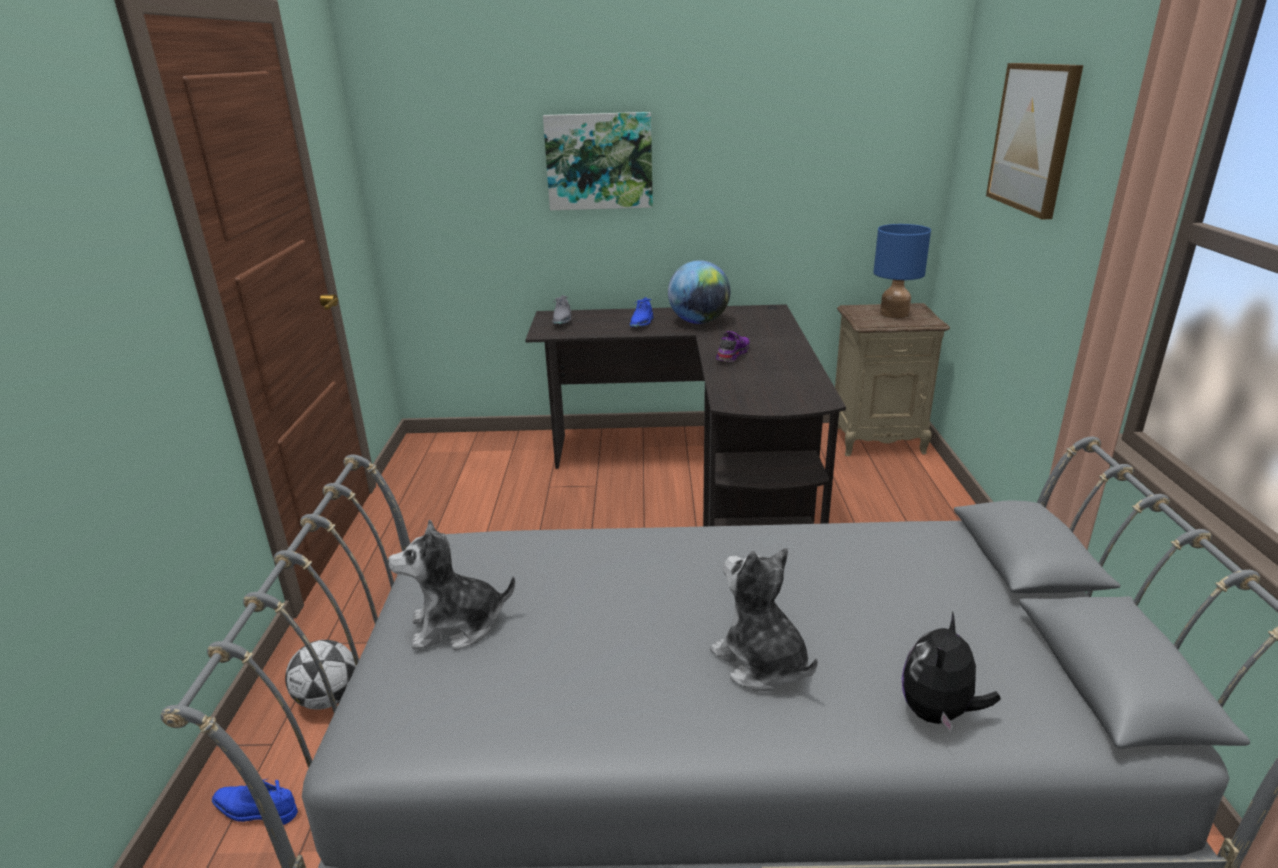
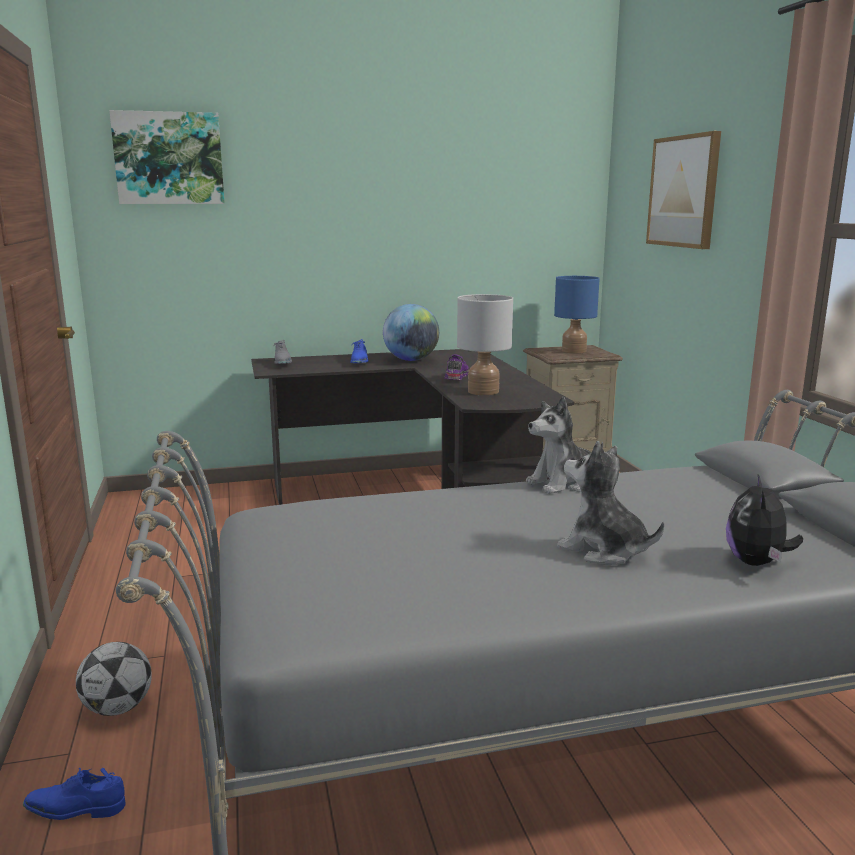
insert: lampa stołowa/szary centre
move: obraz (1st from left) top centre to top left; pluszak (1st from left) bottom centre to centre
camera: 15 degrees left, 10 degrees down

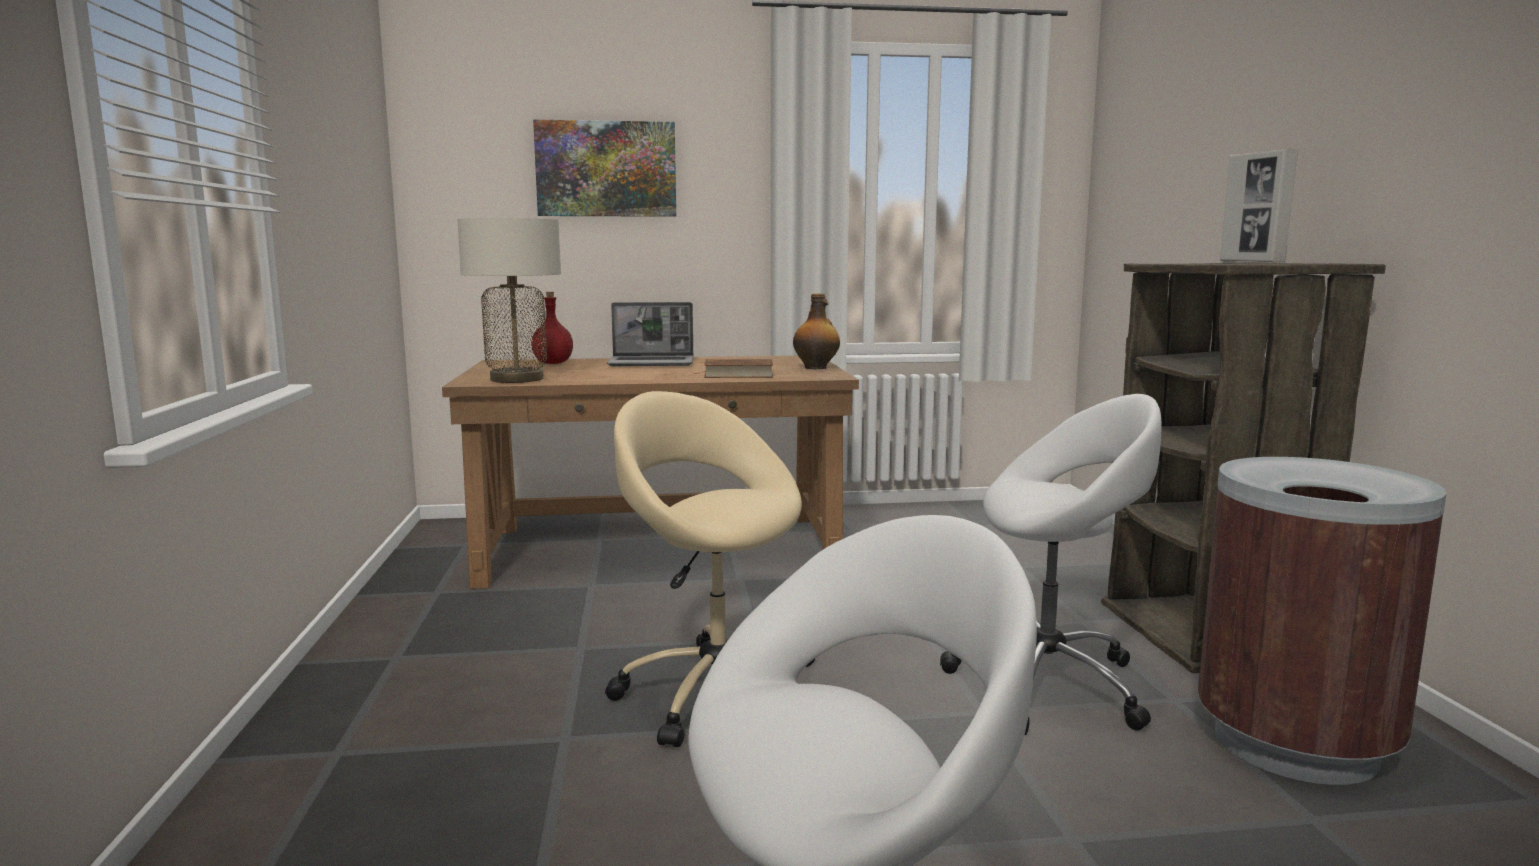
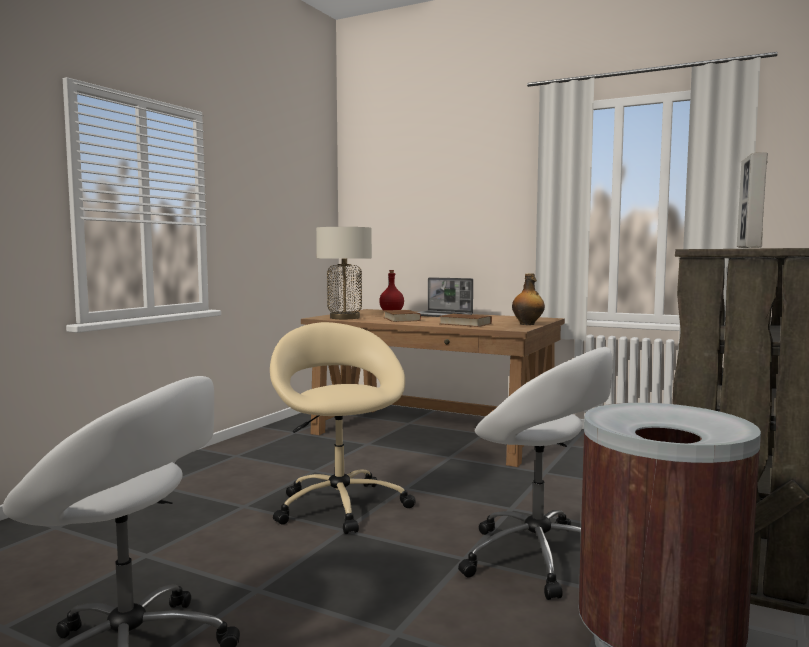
delete: obraz top centre
insert: książka/brązowy (1st from left) centre
camera: 35 degrees right, 5 degrees down

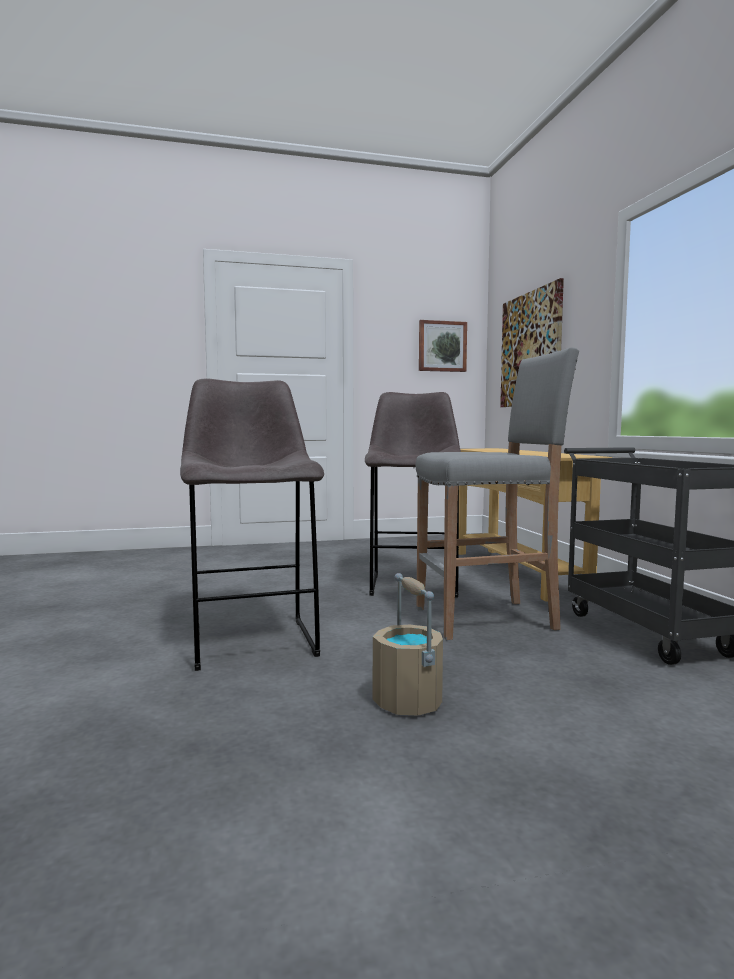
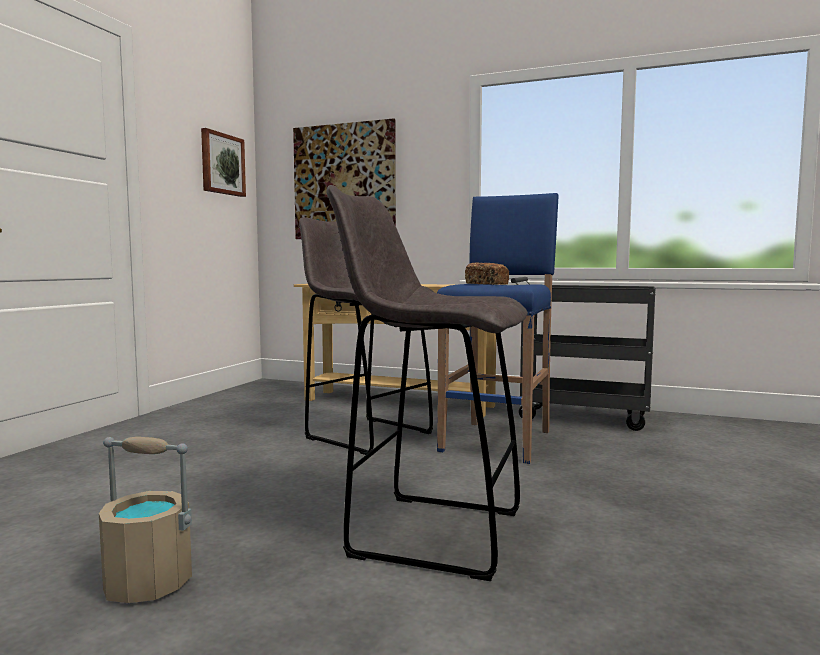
insert: chleb centre
move: wiadro/beżowy centre to bottom left
recolor: stołek/szary (3rd from left) middle right to stołek/niebieski centre
camera: 55 degrees left, 0 degrees up

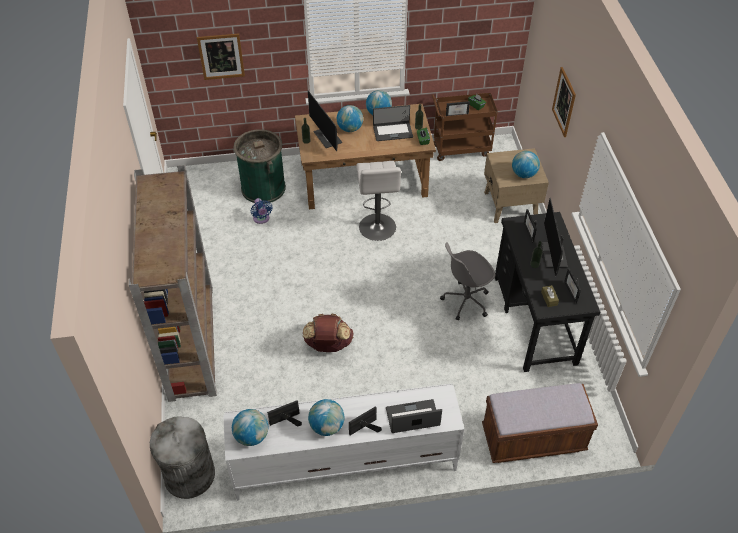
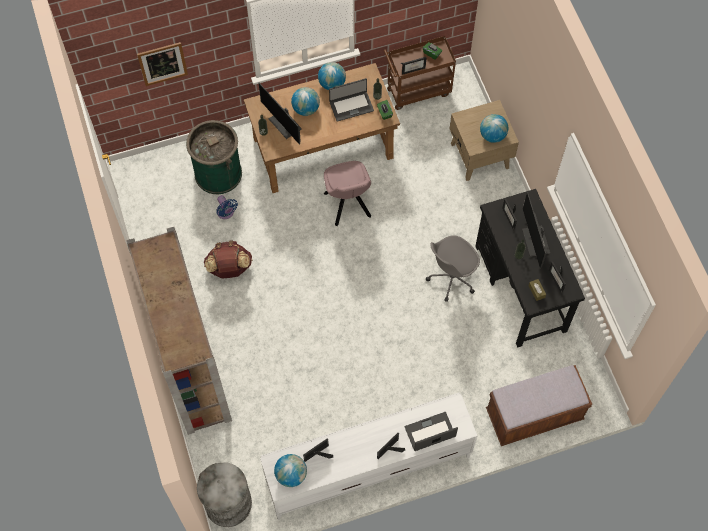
delete: obraz (2nd from left) top right; globus (2nd from left) bottom centre
move: plecak/brązowy centre to middle left
replace: stołek/biały centre to krzesło/różowy centre
camera: 10 degrees left, 15 degrees up

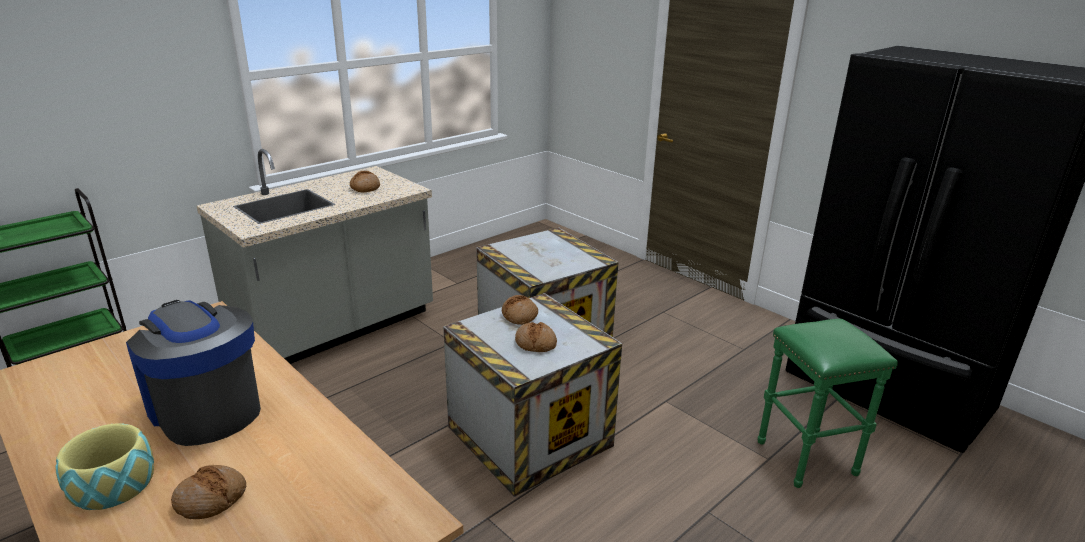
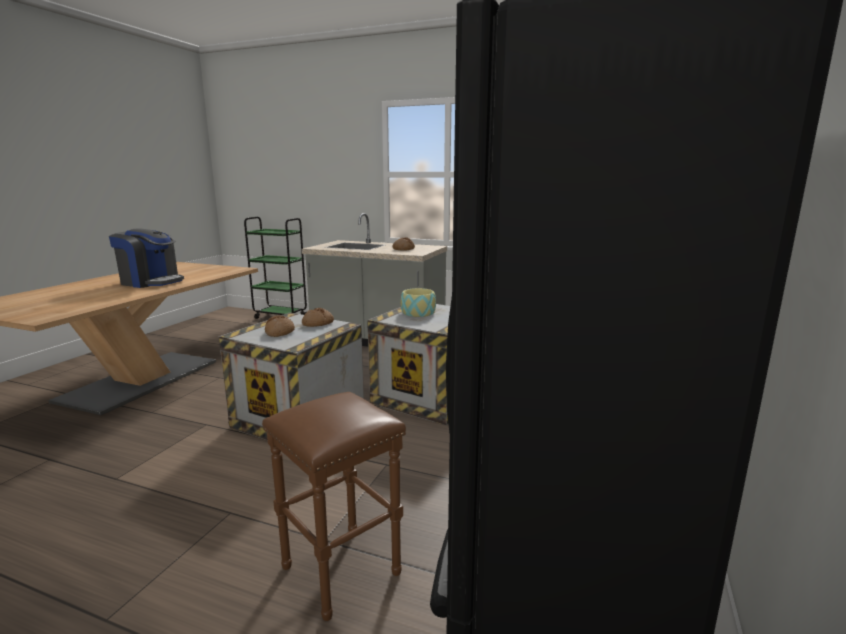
delete: chleb (1st from left) bottom left
move: miska bottom left to centre
recolor: stołek/zielony bottom right to stołek/brązowy bottom centre
rotate: ekspres do kawy bottom left = middle left 90 degrees clockwise
camera: 65 degrees right, 10 degrees down

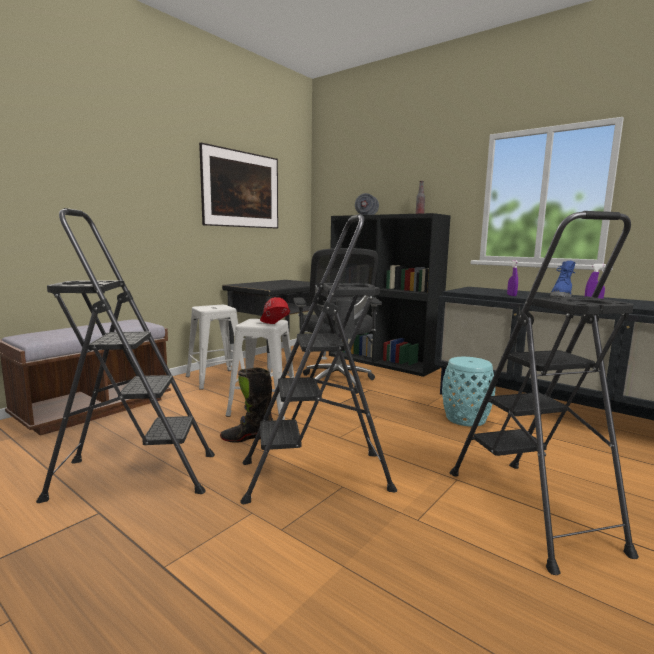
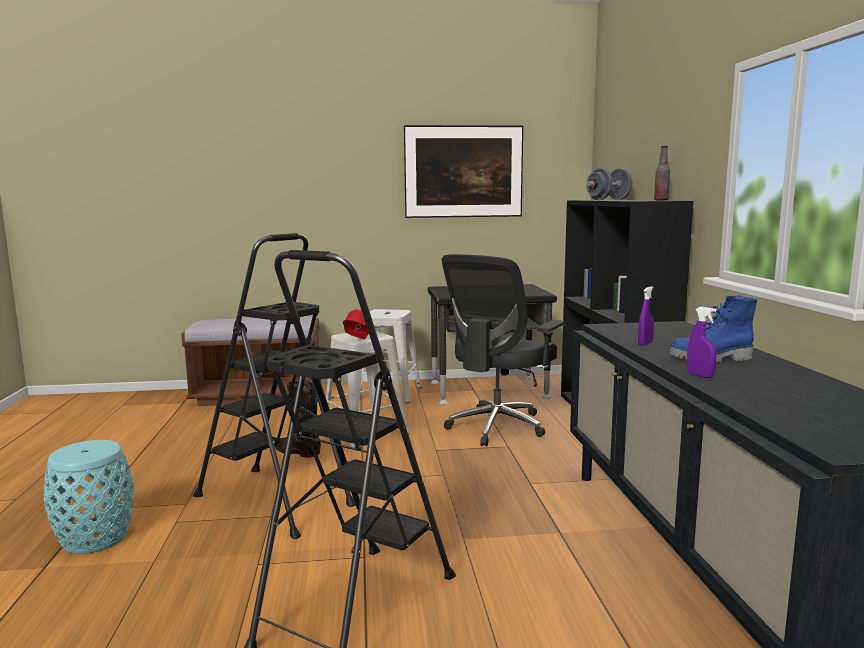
delete: drabinka (1st from left) middle left
move: stołek/turkusowy middle right to bottom left
camera: 45 degrees right, 0 degrees up

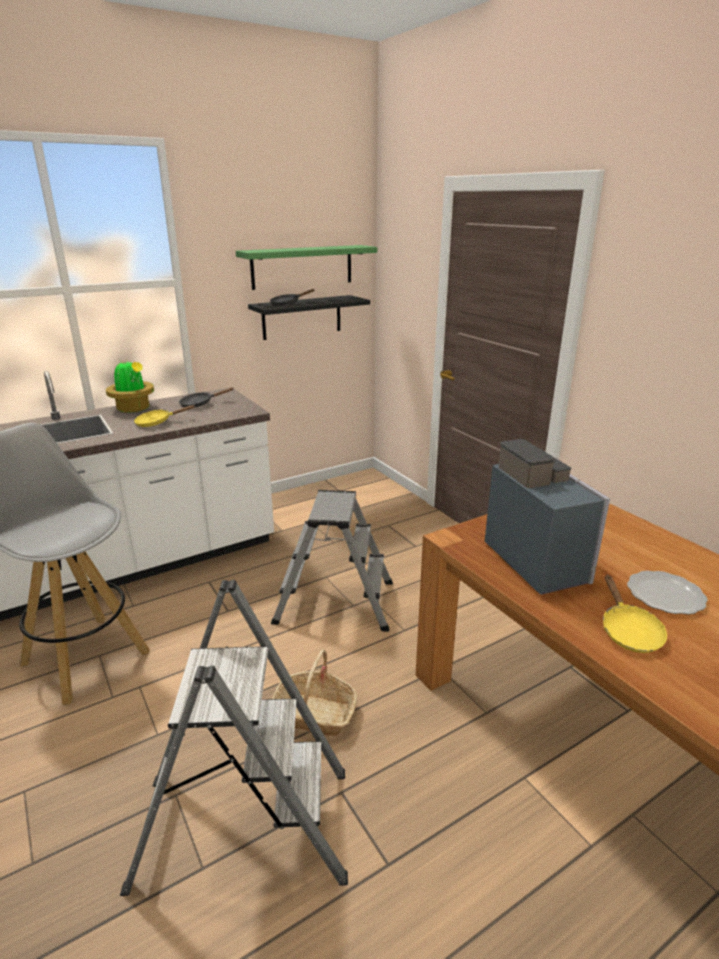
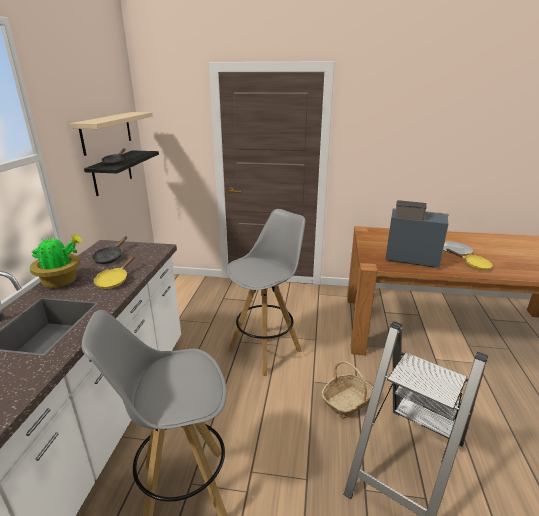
replace: drabinka/szary (2nd from left) centre to stołek/szary (2nd from left) centre
recolor: półka/zielony top centre to półka/beżowy top left
camera: 50 degrees left, 0 degrees up

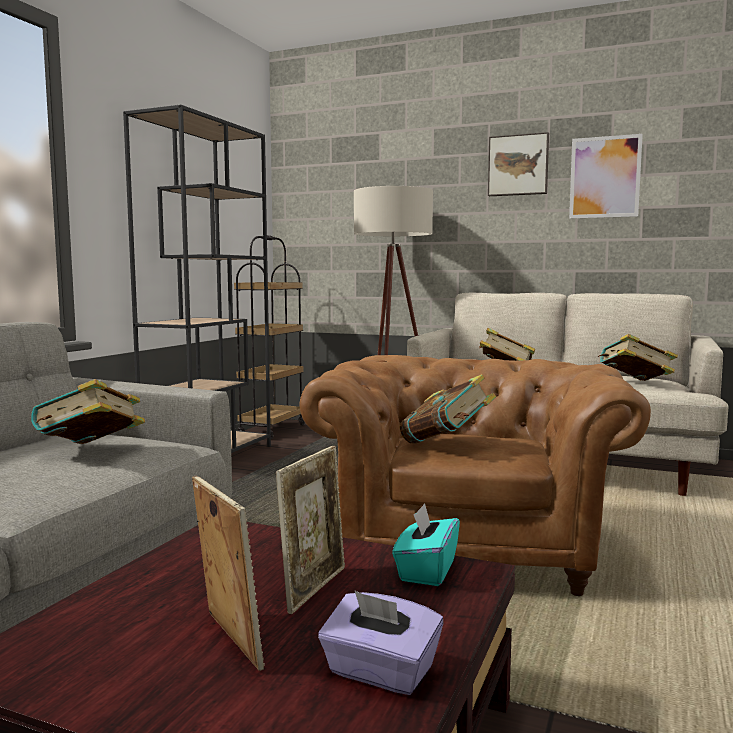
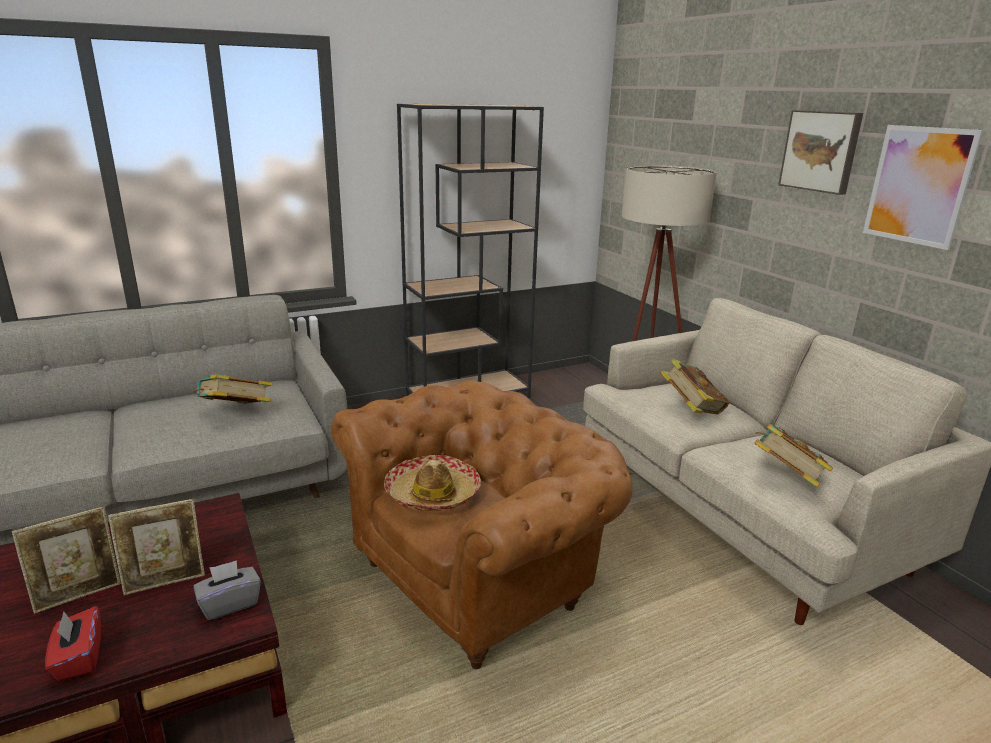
delete: wózek/brązowy centre
replace: książka (2nd from left) centre to kapelusz centre
recolor: pudełko chusteczek/turkusowy bottom centre to pudełko chusteczek/szary bottom left; pudełko chusteczek/fioletowy bottom centre to pudełko chusteczek/czerwony bottom left
rotate: ramka na zdjęcie (1st from left) bottom left = bottom left 45 degrees clockwise
camera: 40 degrees right, 15 degrees up

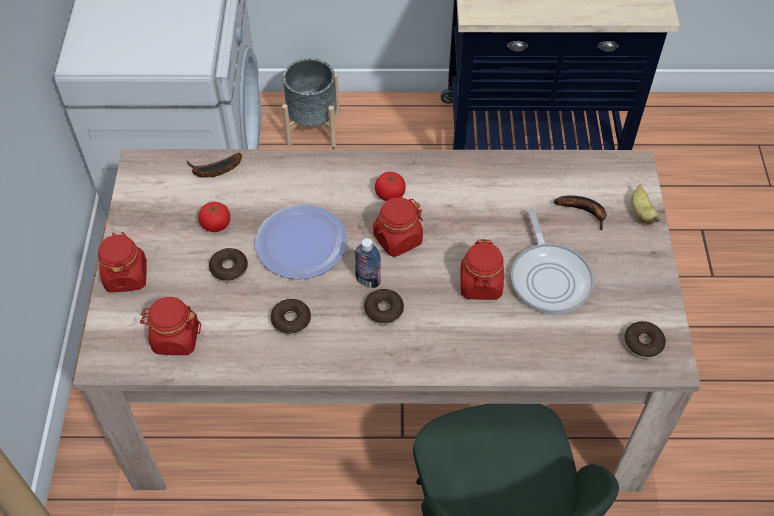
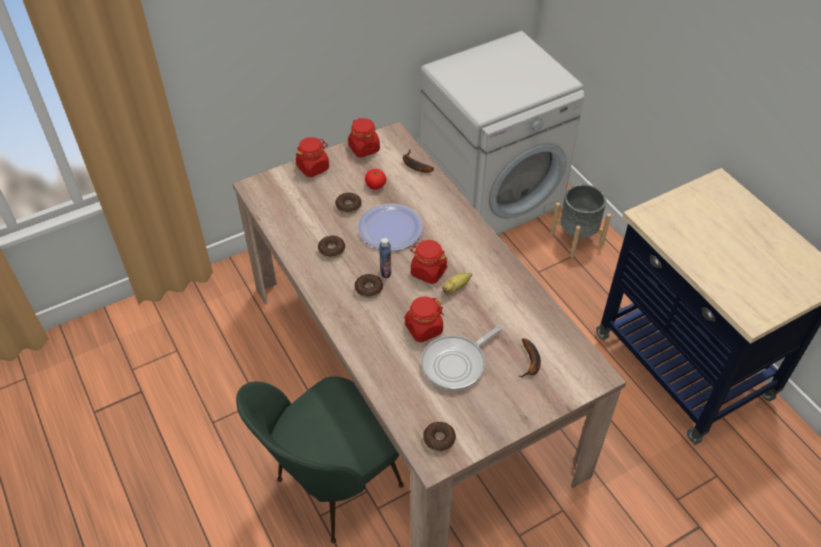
delete: pomidor (2nd from left) centre
move: banan (3rd from left in the first image) middle right to banan (2nd from left) centre; słoik/czerwony (2nd from left) middle left to top centre
camera: 60 degrees right, 5 degrees down

